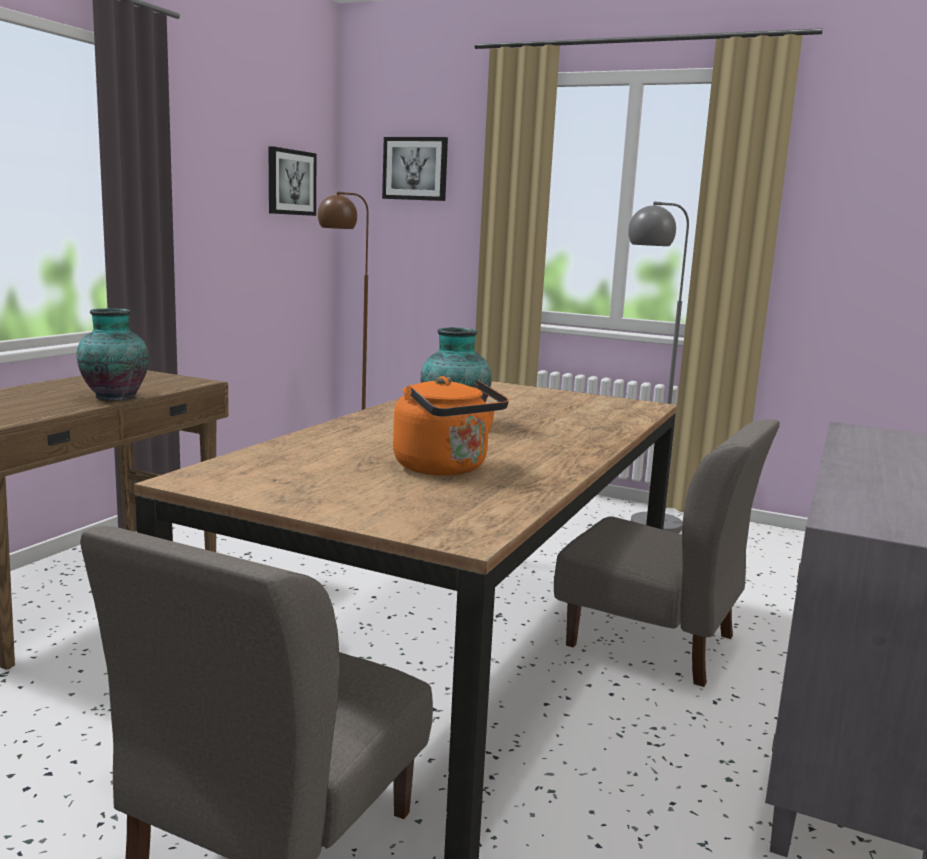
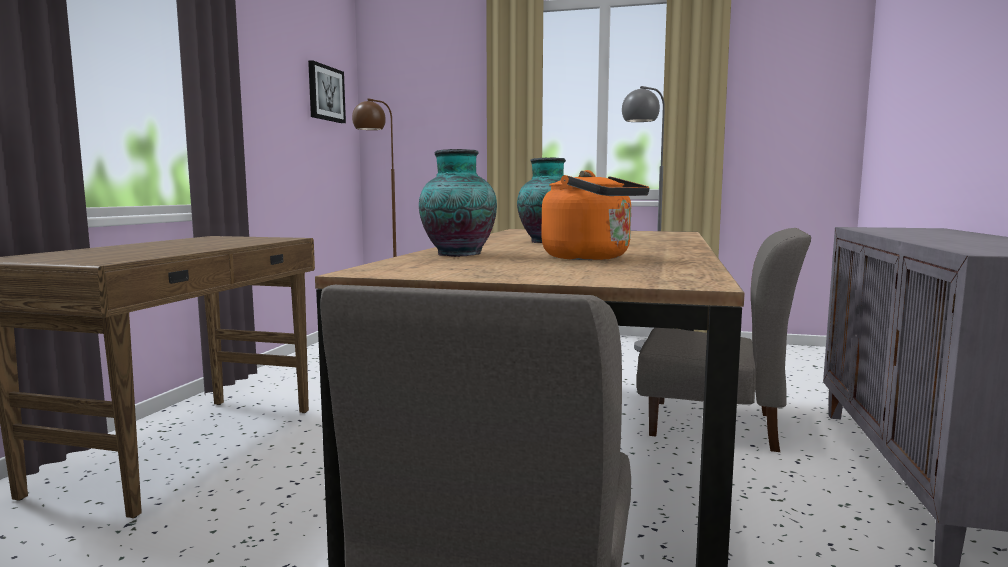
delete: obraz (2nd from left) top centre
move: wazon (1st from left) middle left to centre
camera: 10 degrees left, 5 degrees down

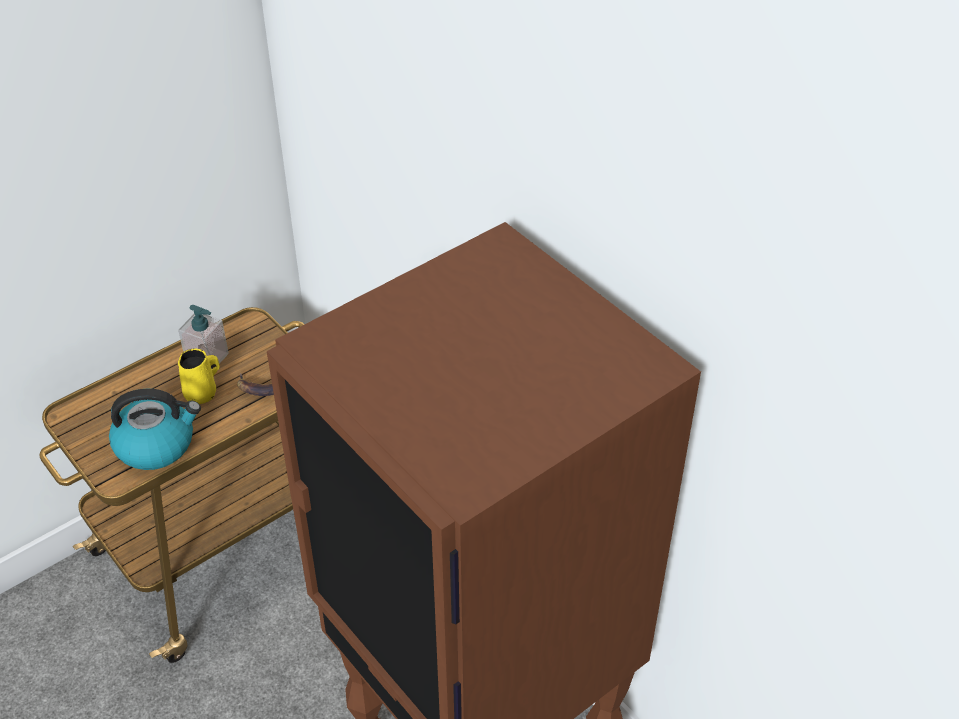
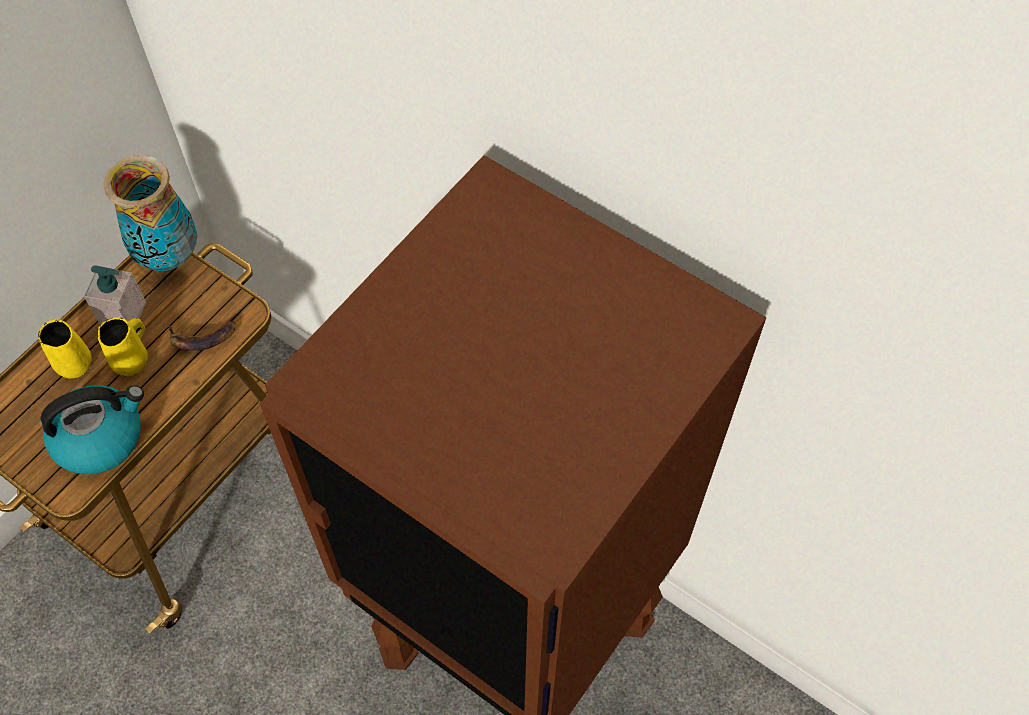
insert: wazon top left; kubek/żółty (1st from left) middle left
camera: 15 degrees left, 15 degrees up

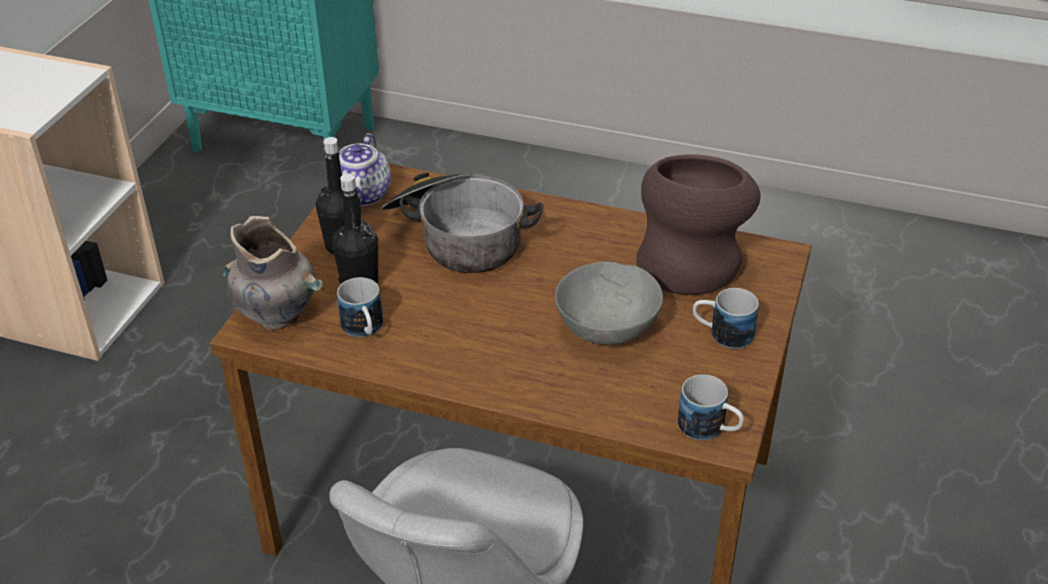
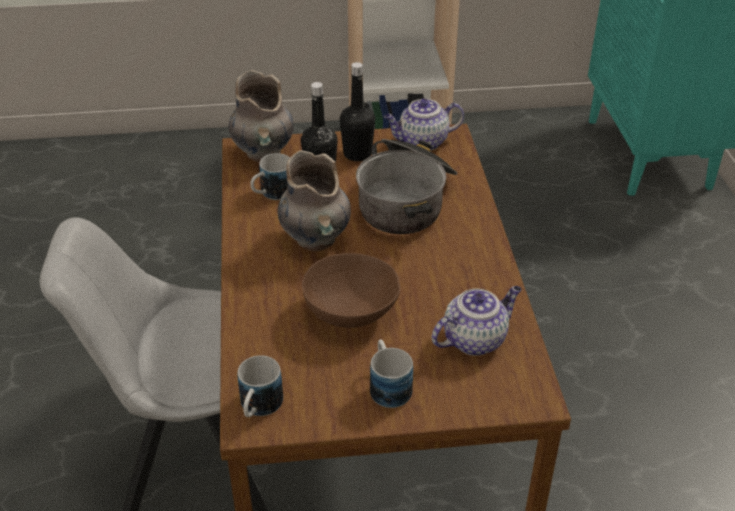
insert: wazon/szary (2nd from left) centre
replace: wazon/brązowy centre to imbryk (2nd from left) centre
recolor: miska/szary centre to miska/brązowy centre
camera: 65 degrees right, 0 degrees up

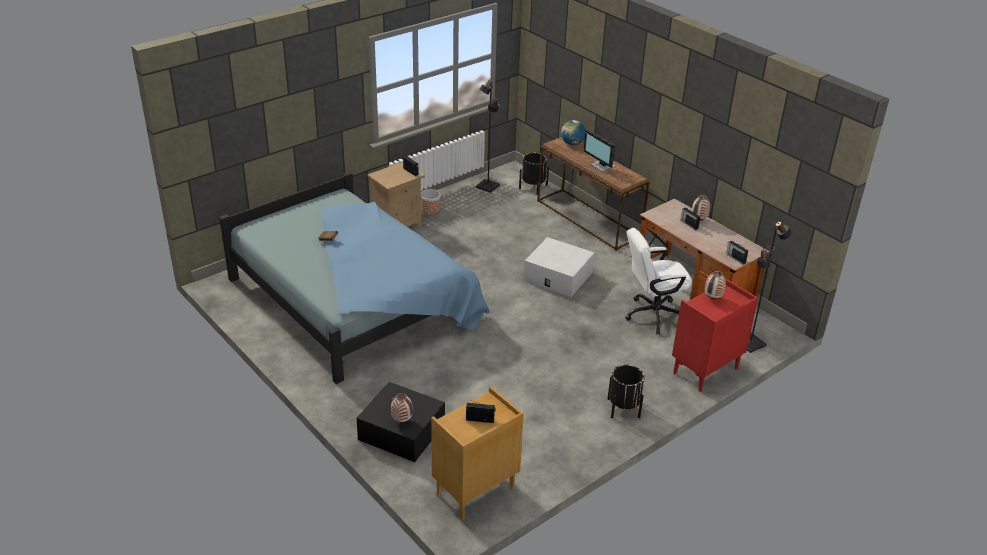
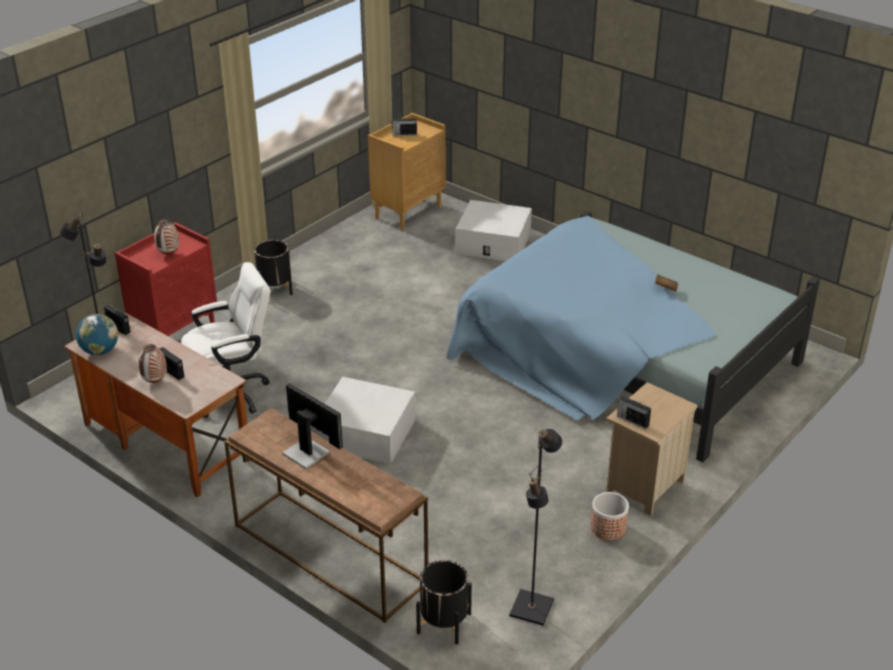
delete: wazon (1st from left) bottom centre
move: globus top centre to middle left
recolor: pojemnik do przechowywania/czarny bottom centre to pojemnik do przechowywania/biały (2nd from left) centre
camera: 170 degrees right, 0 degrees up

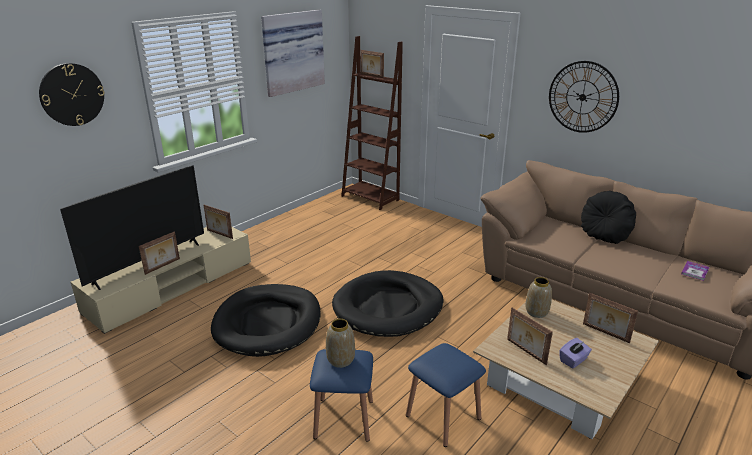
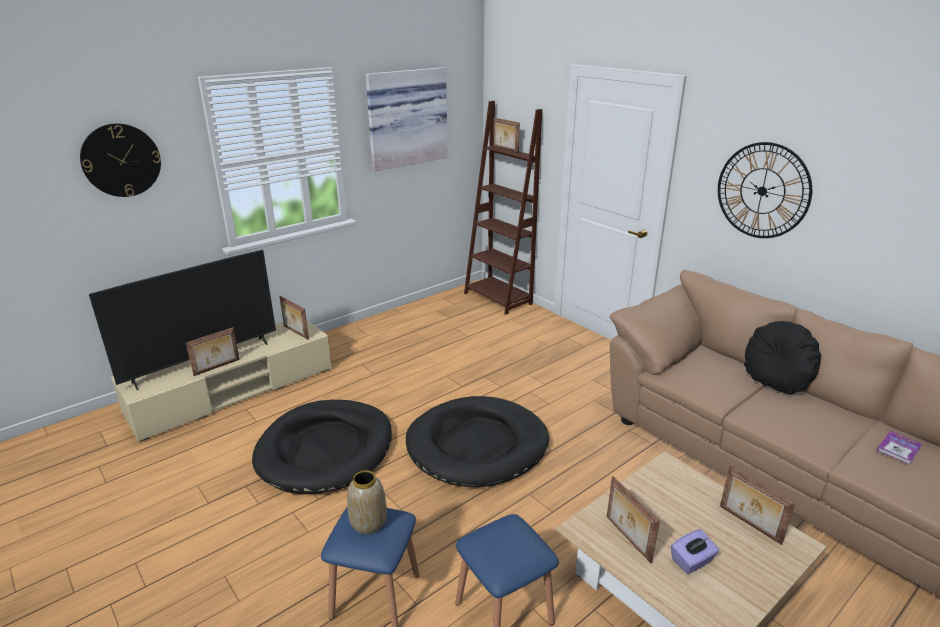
delete: wazon (2nd from left) middle right
camera: 10 degrees right, 0 degrees up

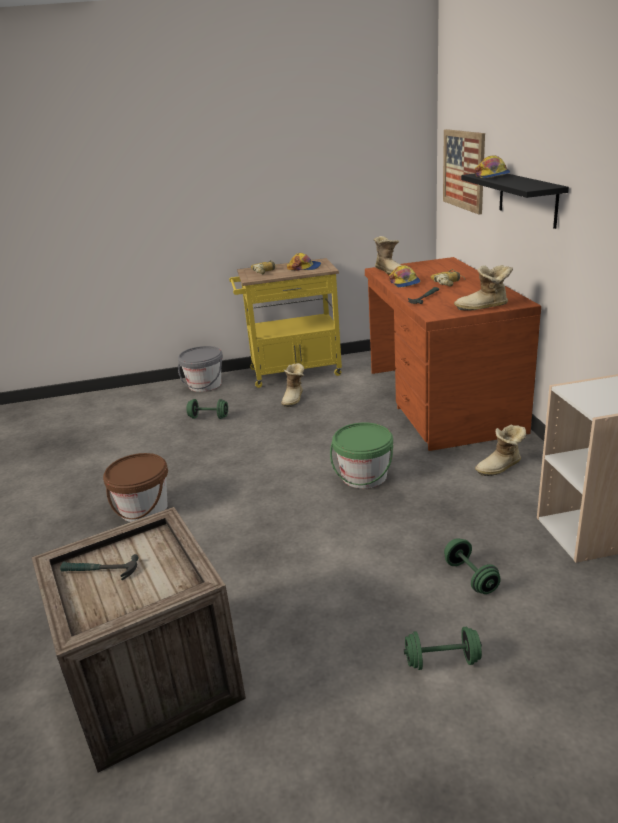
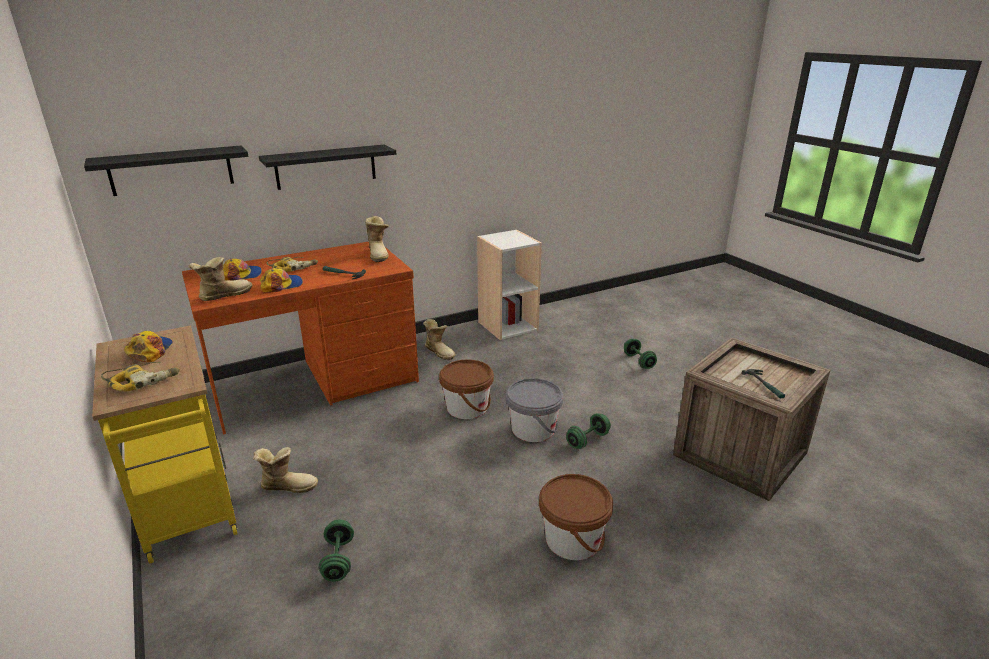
move: czapka z daszkiem (3rd from left in the first image) top right to czapka z daszkiem (2nd from left) middle left; wiadro/szary middle left to centre; hantel/zielony (3rd from left in the first image) bottom right to hantel/zielony (2nd from left) centre
replace: obraz top right to półka/czarny (1st from left) top left
recolor: wiadro/zielony centre to wiadro/brązowy (1st from left) centre
camera: 110 degrees left, 0 degrees up

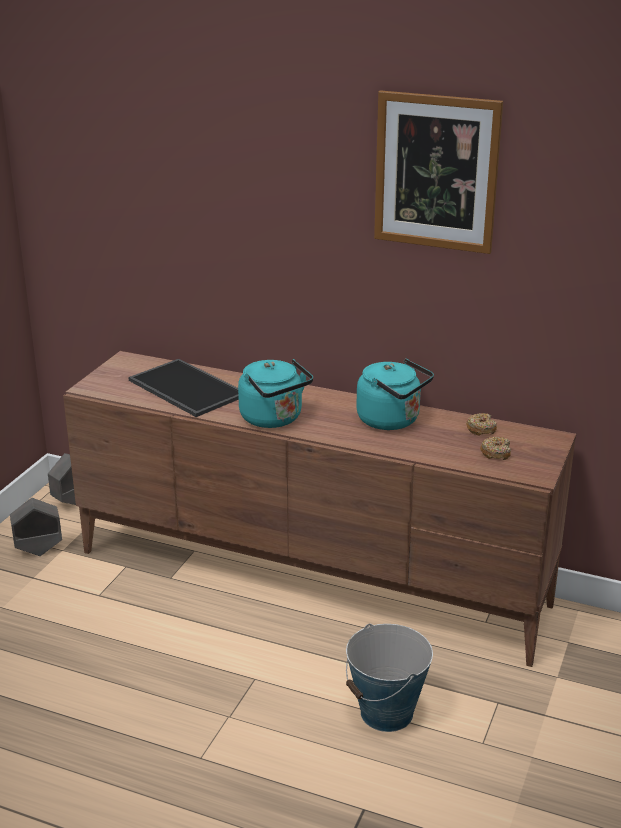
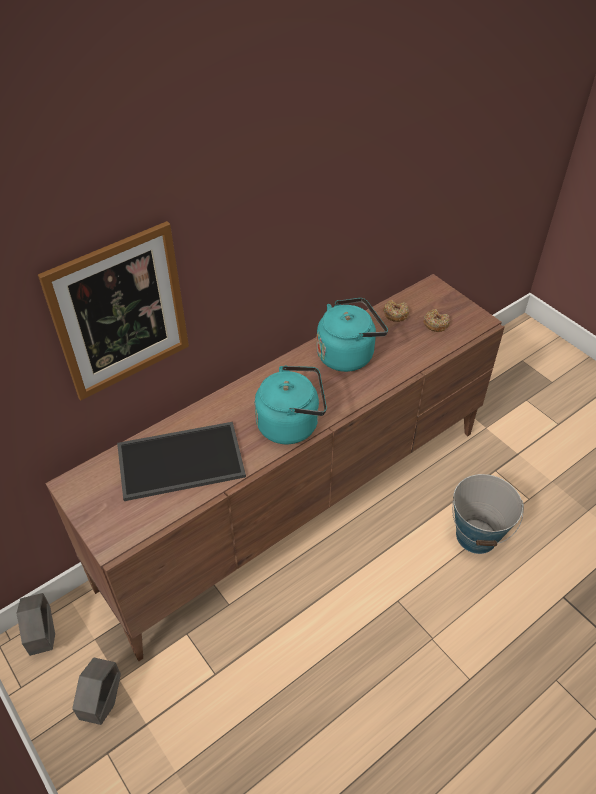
move: obraz top right to middle left
camera: 60 degrees left, 20 degrees up

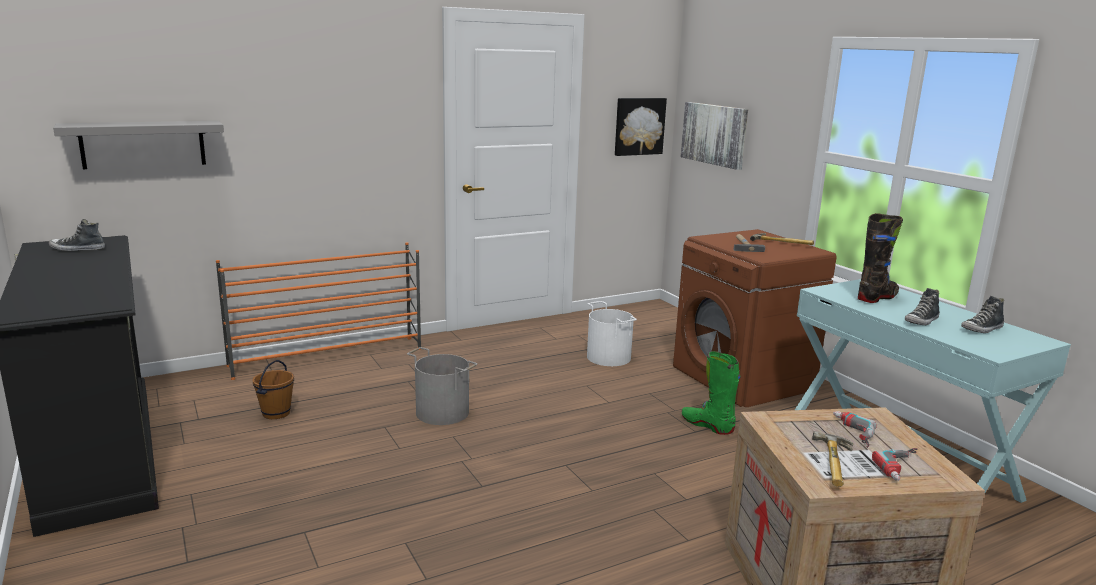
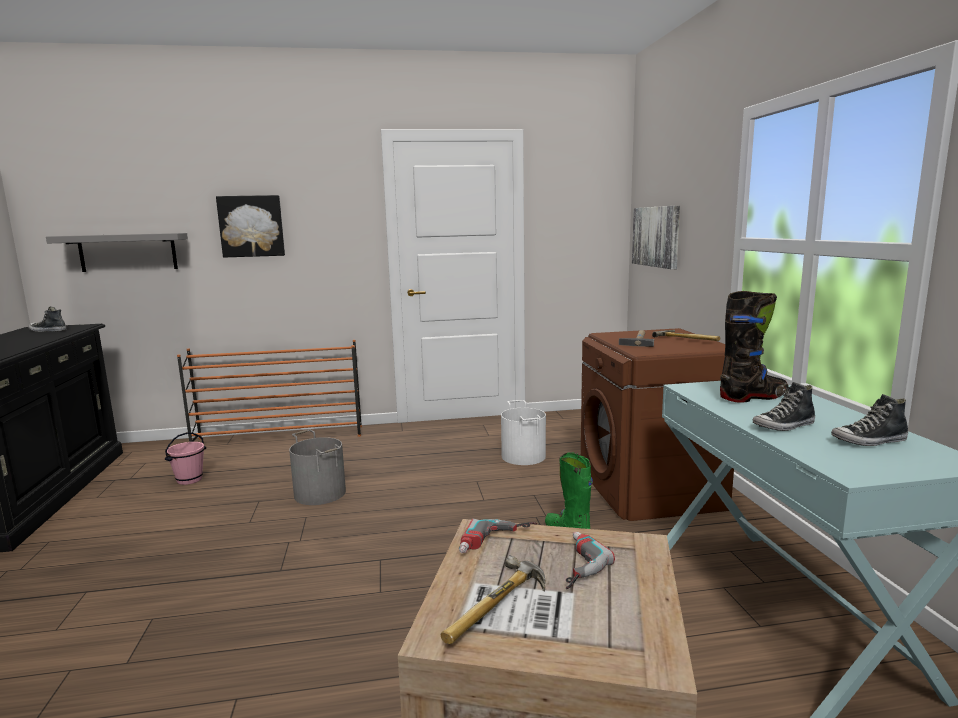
move: obraz (1st from left) top centre to top left; wiertarka (2nd from left in the first image) bottom right to wiertarka (1st from left) bottom centre
recolor: wiadro/brązowy middle left to wiadro/różowy middle left
camera: 20 degrees right, 5 degrees down

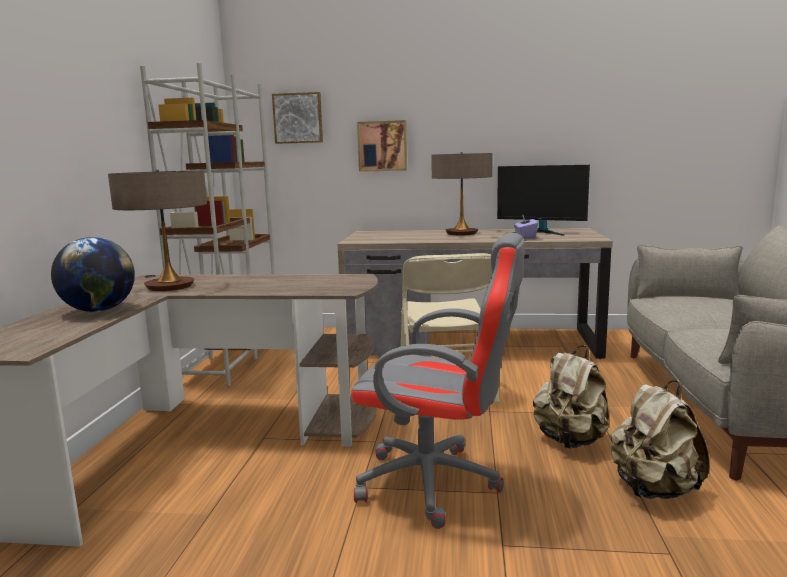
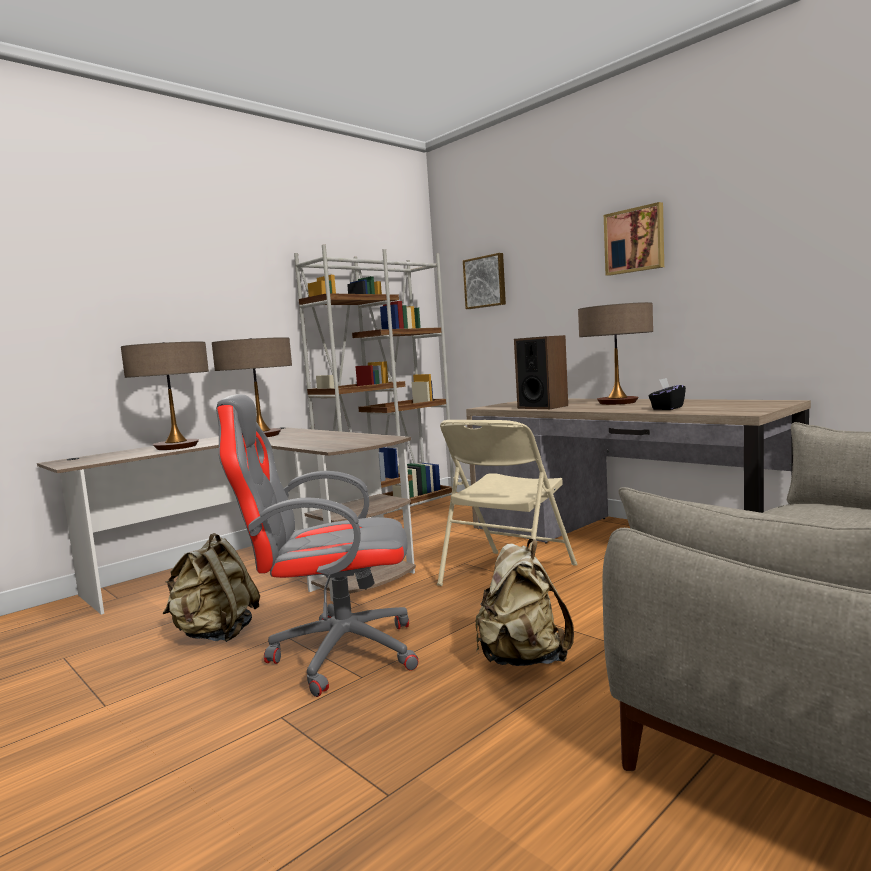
delete: monitor middle right
insert: głośnik centre
move: obraz (2nd from left) top centre to top right; plecak/beżowy (2nd from left in the first image) bottom right to plecak/beżowy (1st from left) bottom left
replace: globus middle left to lampa stołowa (1st from left) middle left
recolor: pudełko chusteczek/fioletowy middle right to pudełko chusteczek/czarny middle right
rotate: krzesło biurowe/szary centre = centre 120 degrees clockwise
camera: 40 degrees right, 5 degrees down

